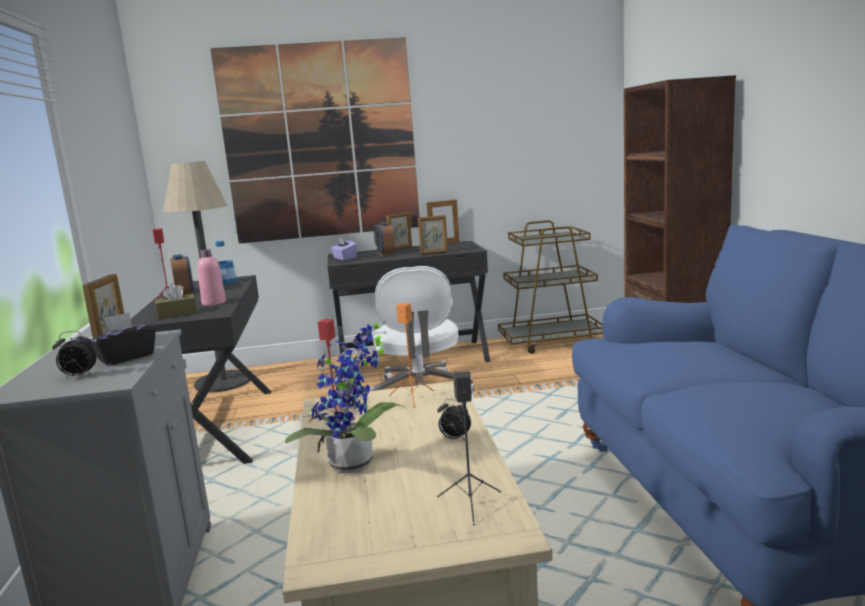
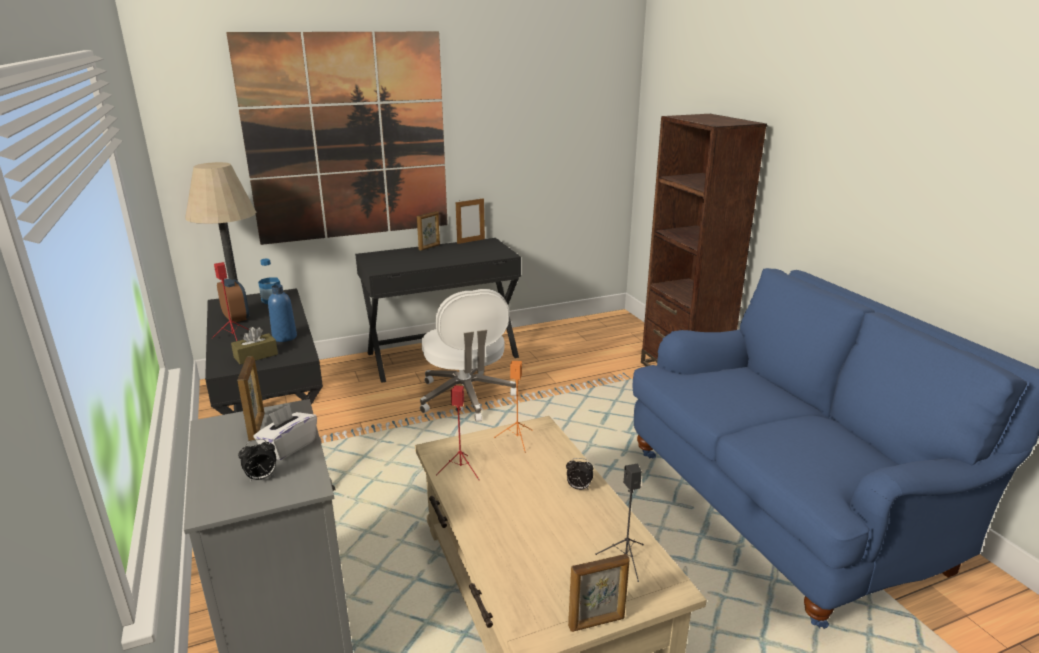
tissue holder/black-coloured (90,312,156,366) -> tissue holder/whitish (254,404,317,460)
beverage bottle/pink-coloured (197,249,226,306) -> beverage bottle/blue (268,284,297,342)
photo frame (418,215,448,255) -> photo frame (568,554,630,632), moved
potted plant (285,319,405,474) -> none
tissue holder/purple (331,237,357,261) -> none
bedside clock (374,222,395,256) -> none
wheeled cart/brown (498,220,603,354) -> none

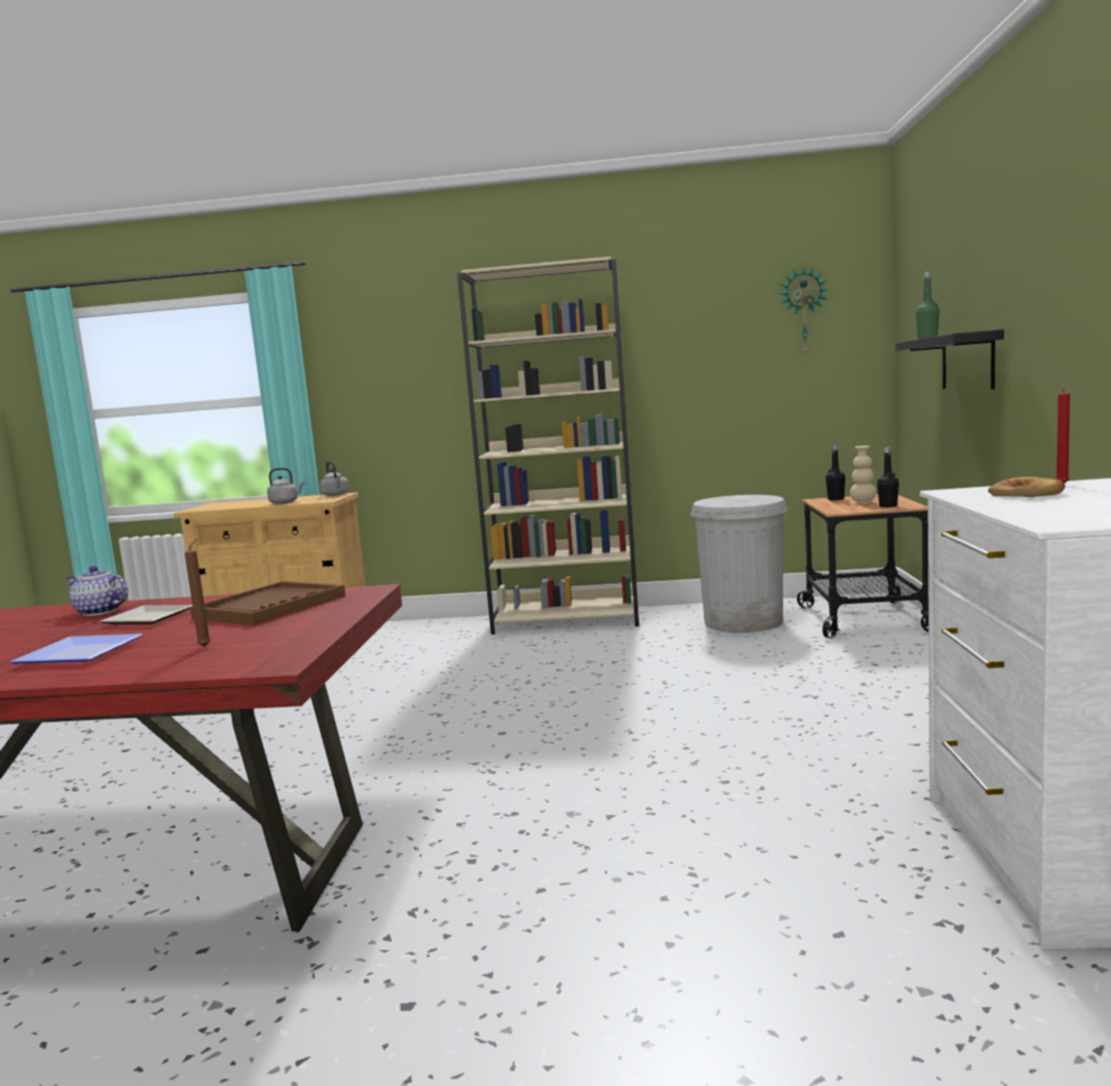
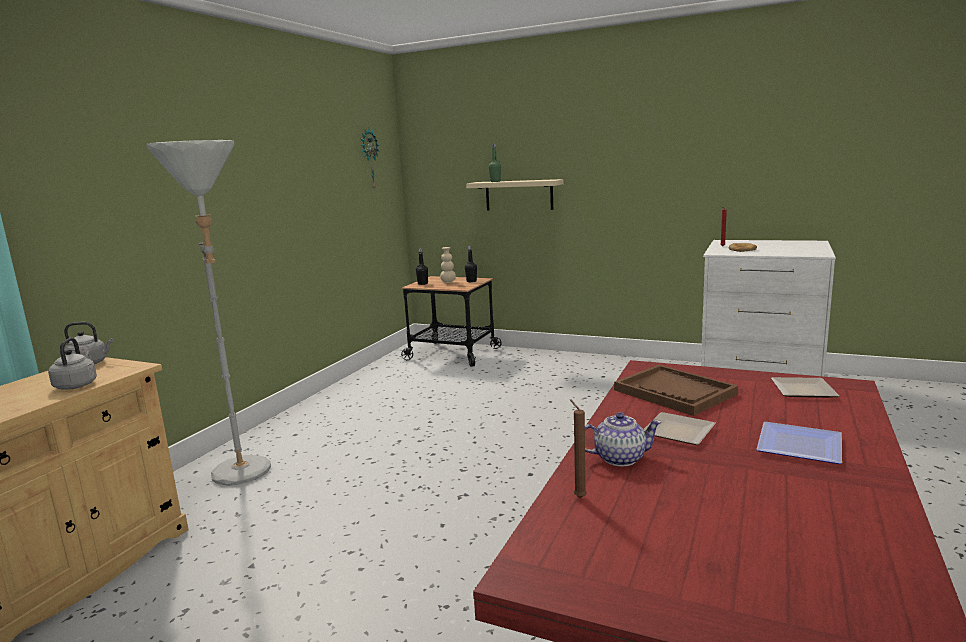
none -> standard lamp/gray (146,140,271,486)
wall shelf/black-coloured (896,329,1004,389) -> wall shelf/beige-coloured (466,179,563,211)
wax light/brown (185,539,211,647) -> wax light/brown (570,399,587,498), moved
teapot (65,566,128,616) -> teapot (585,412,662,466), 135 degrees counterclockwise
none -> plate (771,377,839,398)
bookcase/beige-coloured (457,257,639,635) -> none
rubbish bin/whitish (691,495,788,633) -> none

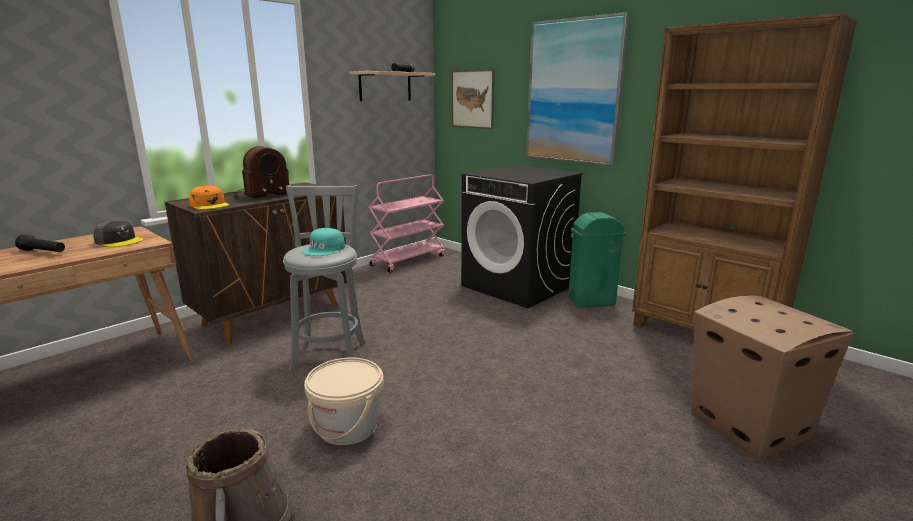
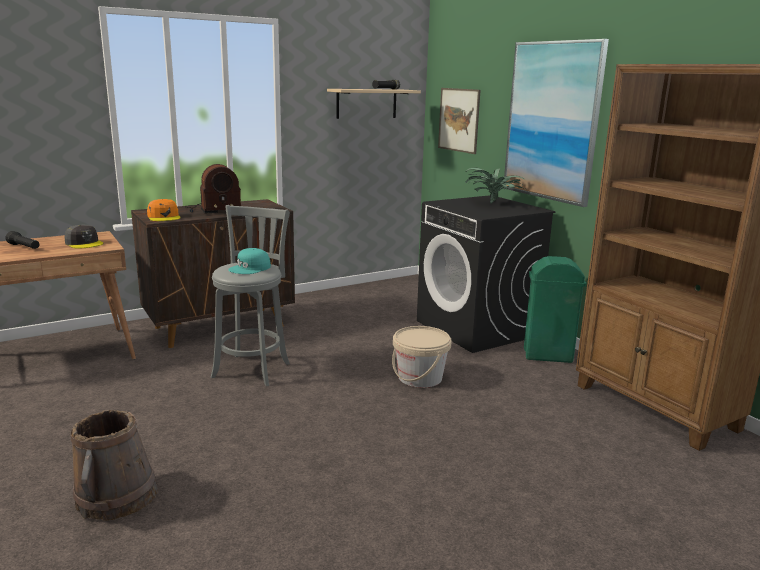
water bucket/beige-coloured (304,358,384,445) -> water bucket/beige-coloured (392,326,452,388), moved
none -> potted plant (465,167,526,204)
wheeled cart/pink-coloured (368,174,445,273) -> none
packing box (691,295,854,460) -> none

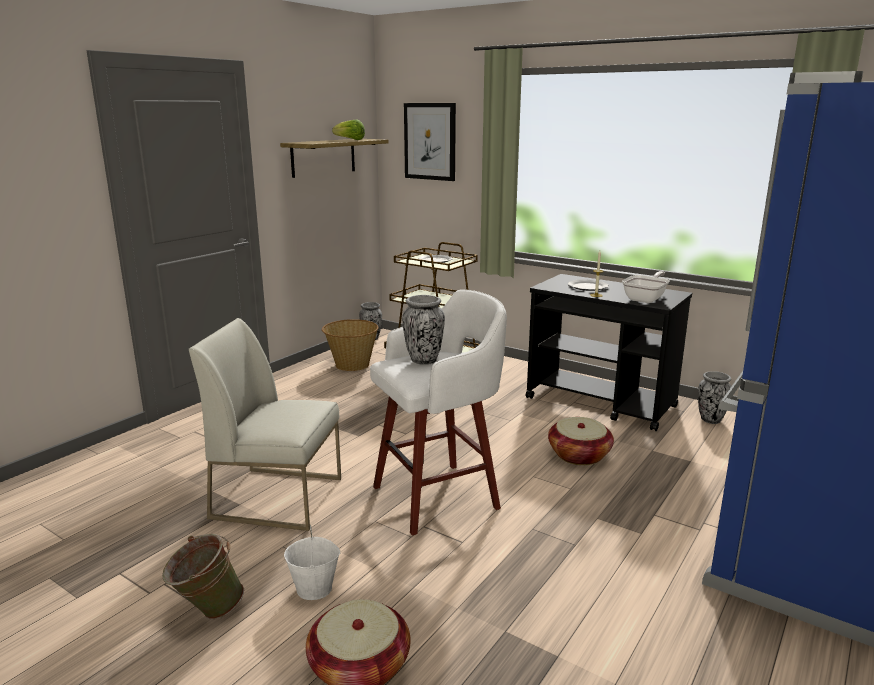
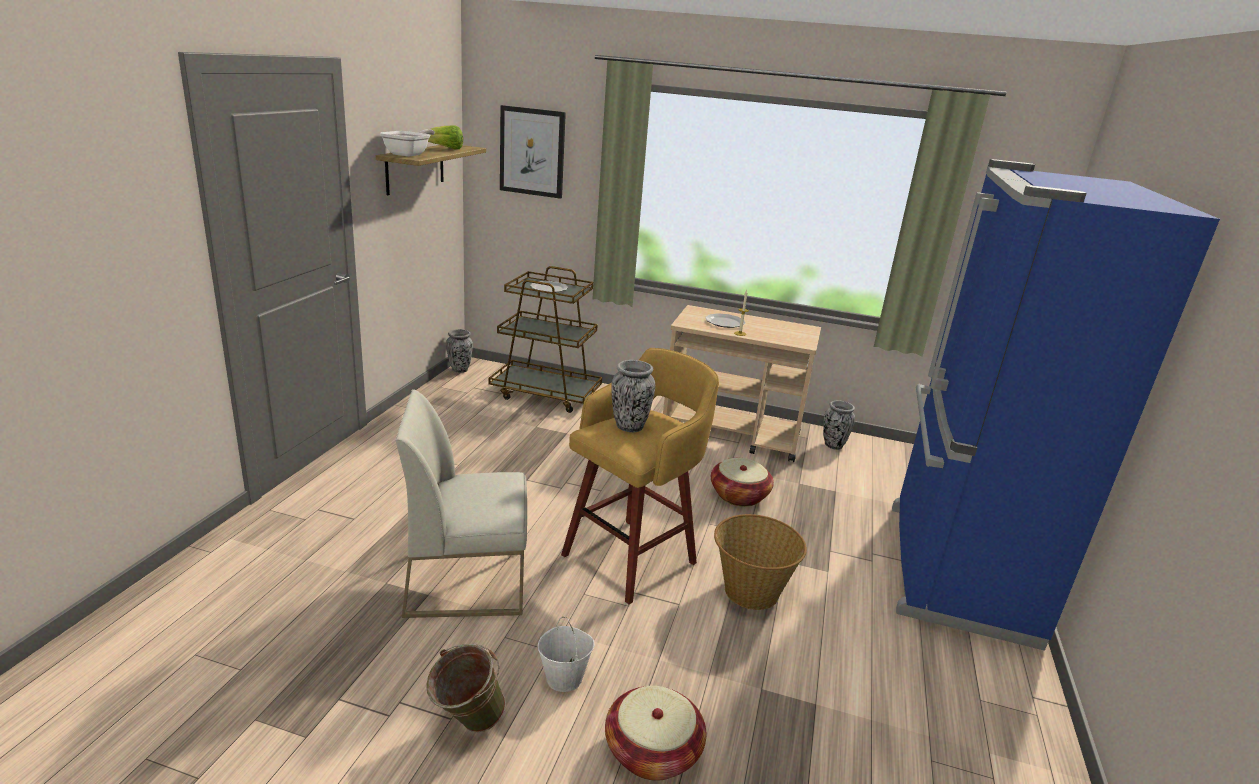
skillet (622,271,670,303) -> skillet (380,129,435,157), moved
sitting stool/whitish (370,290,507,536) -> sitting stool/yellow (561,348,719,604)
wheeled cart/black-coloured (526,274,692,431) -> wheeled cart/beige-coloured (663,305,821,462)
basket (322,319,378,371) -> basket (714,514,807,610), moved

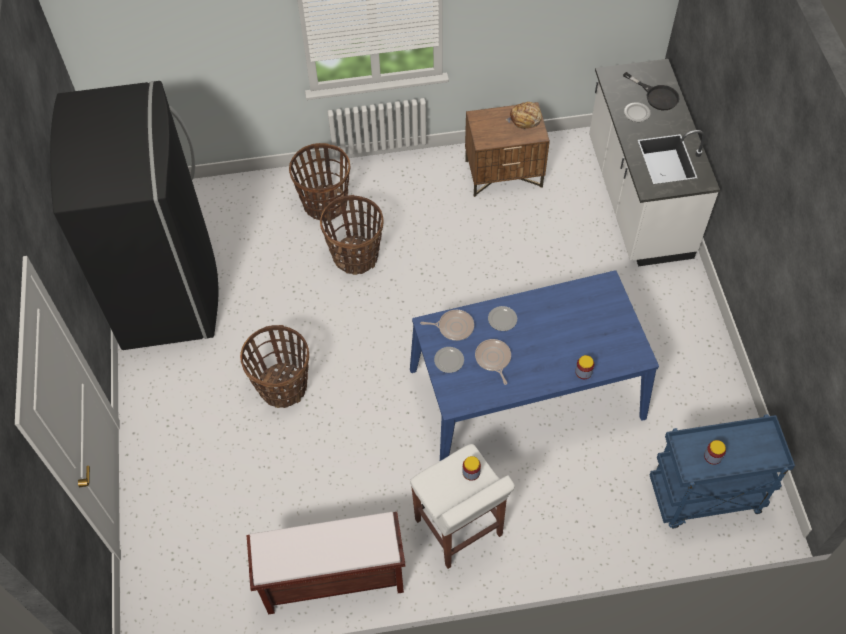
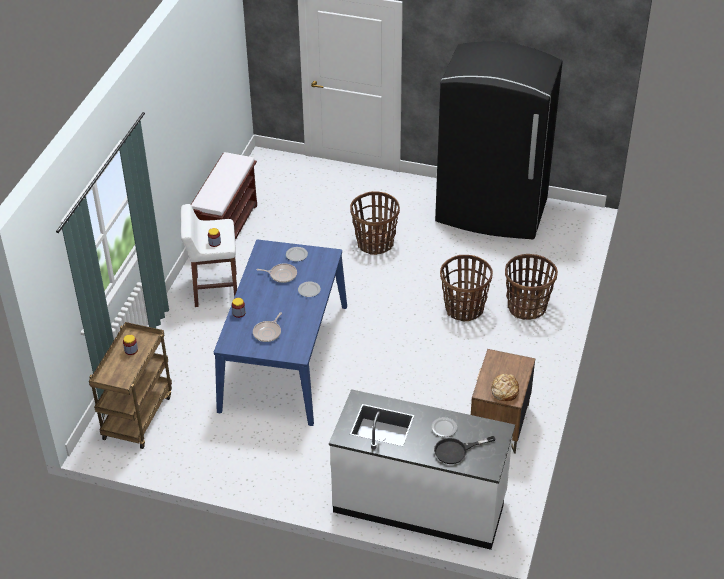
wheeled cart/blue (650,414,795,528) -> wheeled cart/brown (89,322,172,449)
skillet (420,310,474,341) -> skillet (253,312,282,342), moved

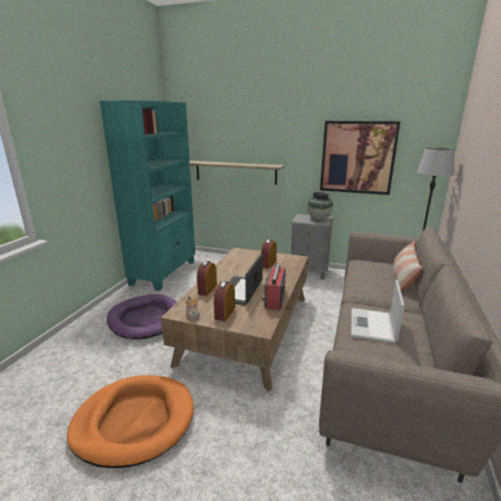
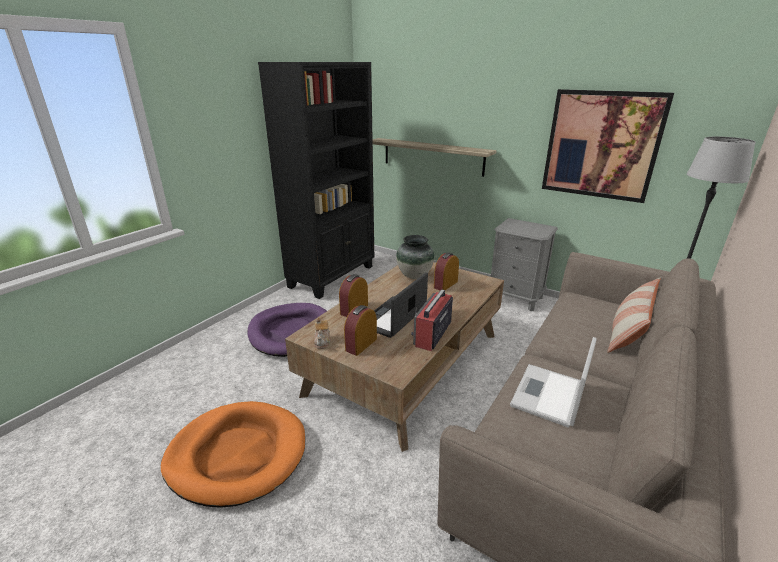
bookcase/turquoise-coloured (99,100,195,291) -> bookcase/black-coloured (258,62,374,299)
flower vase (307,192,333,220) -> flower vase (396,235,434,279), moved

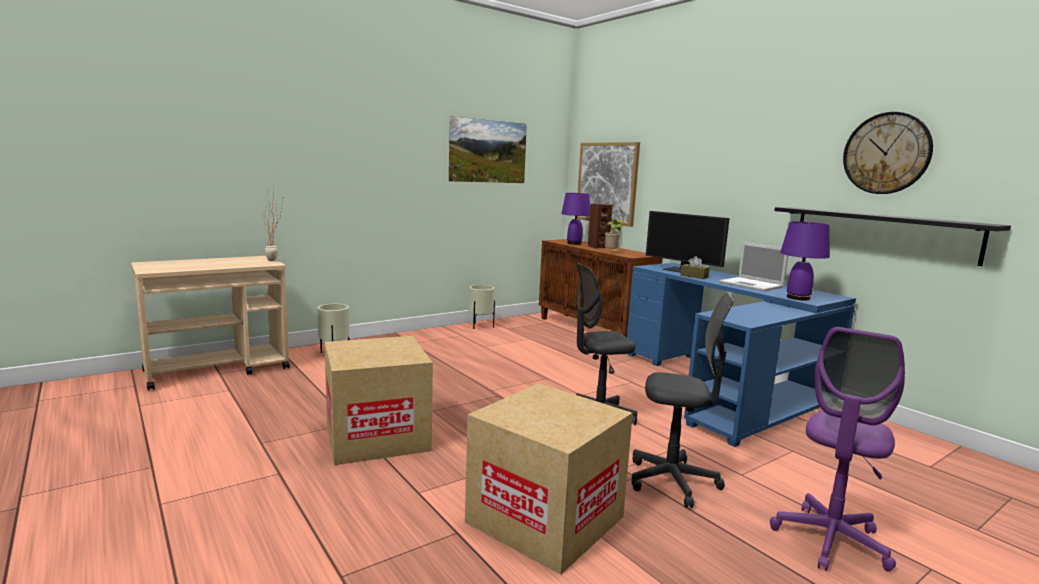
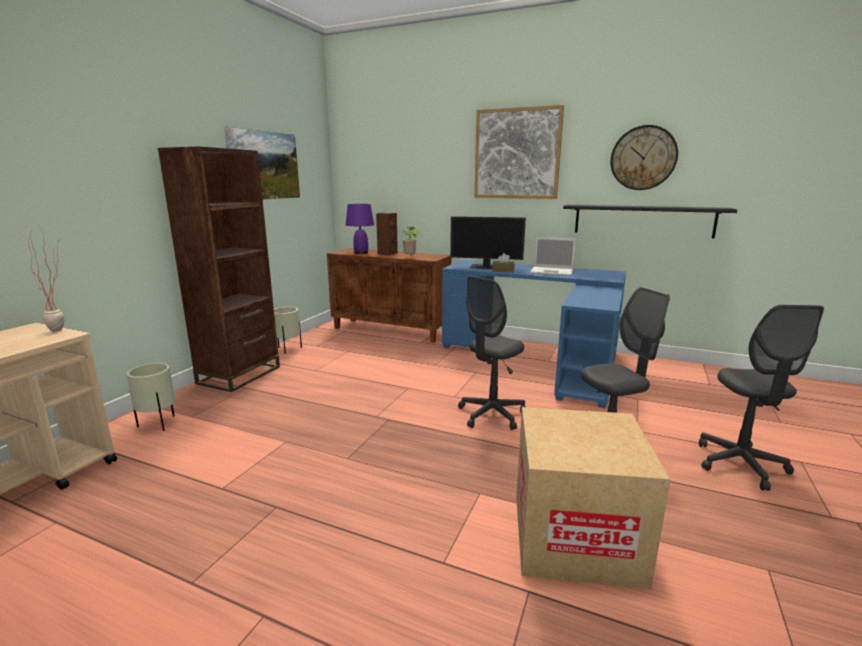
none -> bookcase/brown (158,146,280,392)
wall picture (577,142,640,227) -> wall picture (474,105,564,199), moved
desk chair/purple (770,327,905,572) -> desk chair/gray (699,305,824,491)
packing box (325,336,433,465) -> none
tabletop lamp/purple (780,221,830,301) -> none

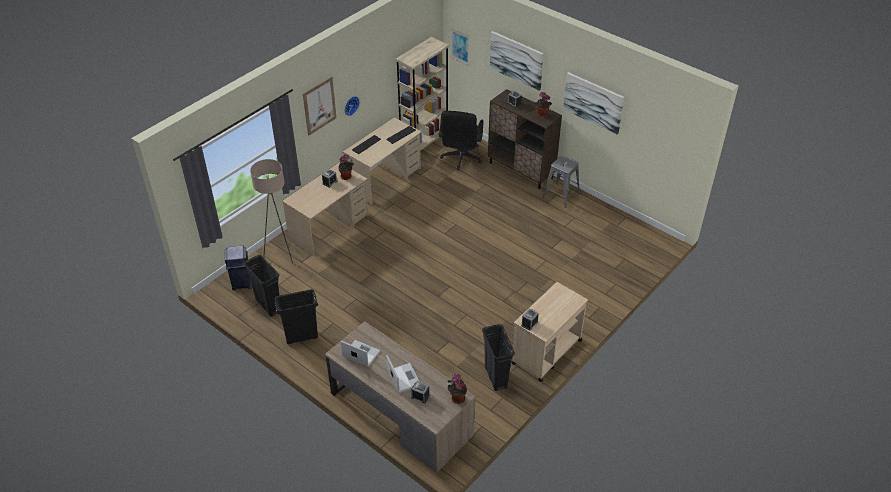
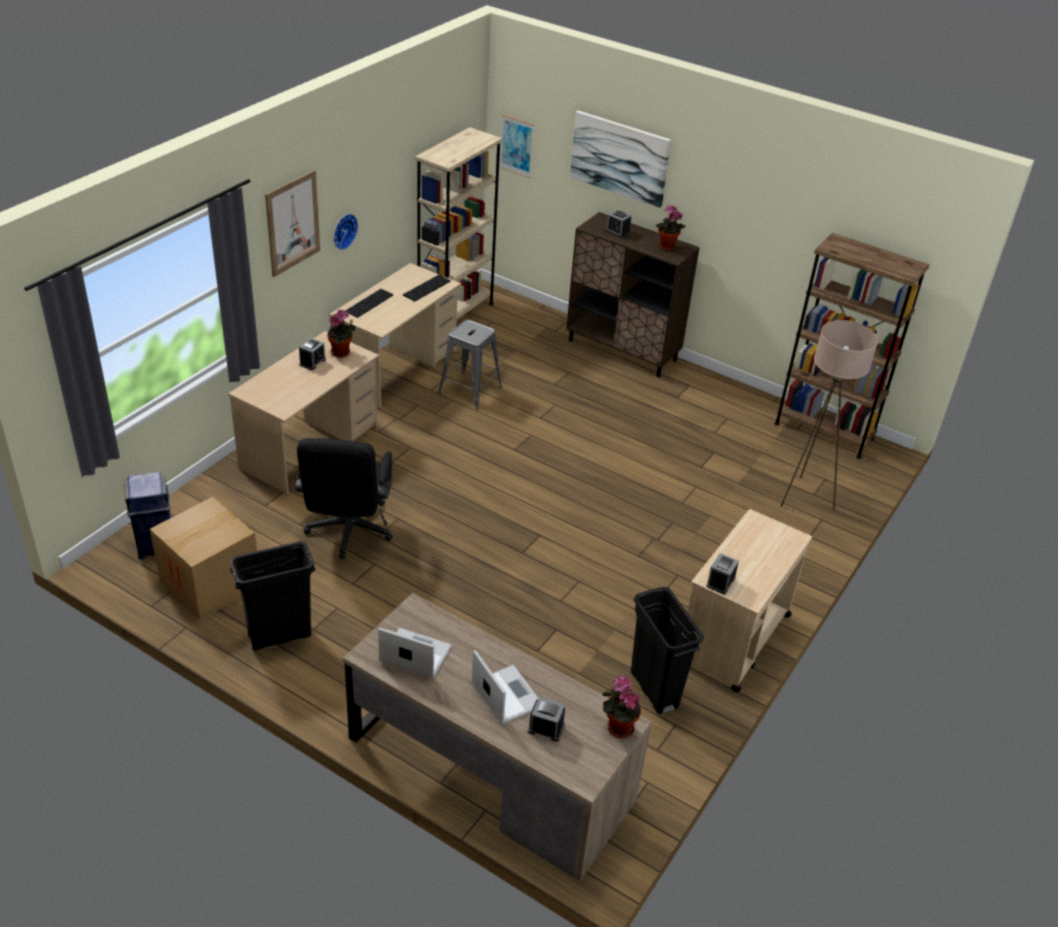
rubbish bin/black-coloured (244,255,280,317) -> packing box (150,497,257,620)
desk chair/black-coloured (439,111,484,170) -> desk chair/black-coloured (295,438,393,559), moved
sitting stool/gray (543,156,580,208) -> sitting stool/gray (438,320,502,409), moved
none -> bookcase/brown (774,233,929,459)
standard lamp/beige-coloured (250,159,293,264) -> standard lamp/beige-coloured (781,320,878,511), moved
wall picture (563,72,624,134) -> none

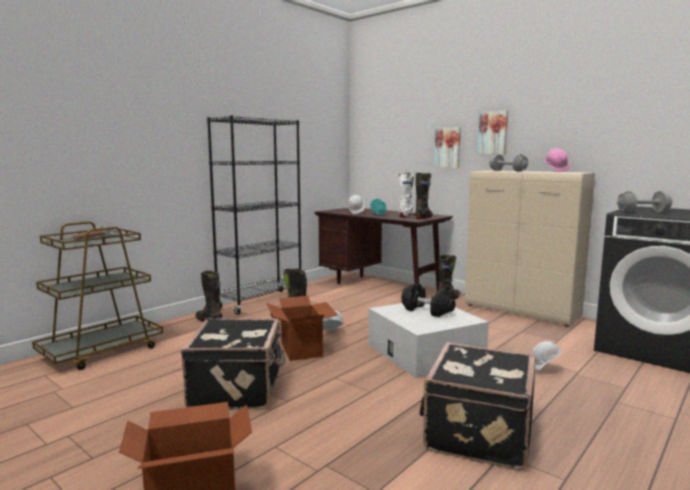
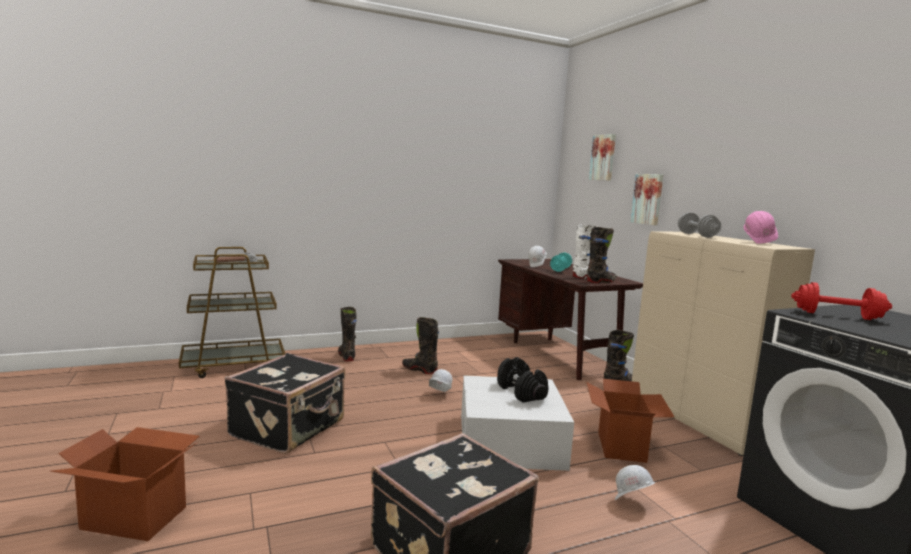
packing box (266,296,338,361) -> packing box (587,379,674,463), moved
wall picture (478,110,508,155) -> wall picture (589,134,616,181), moved
hand weight/gray (617,191,673,212) -> hand weight/red (791,282,892,320)
bookcase/black-coloured (207,115,301,315) -> none

